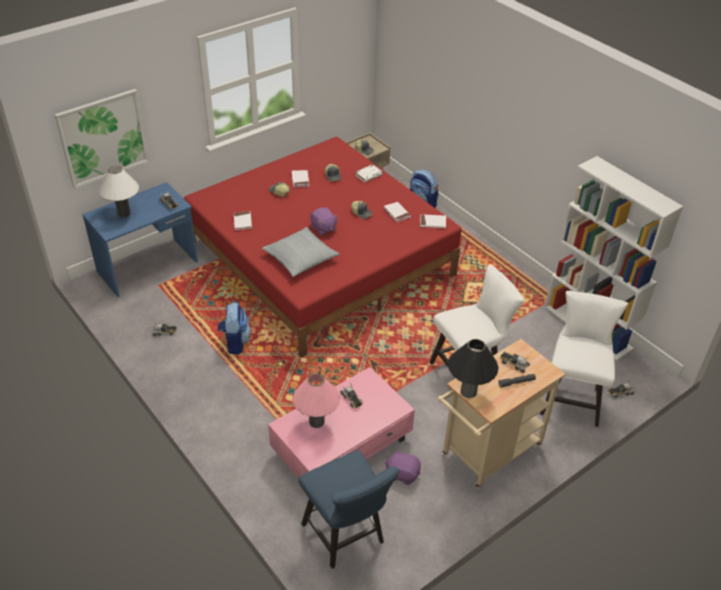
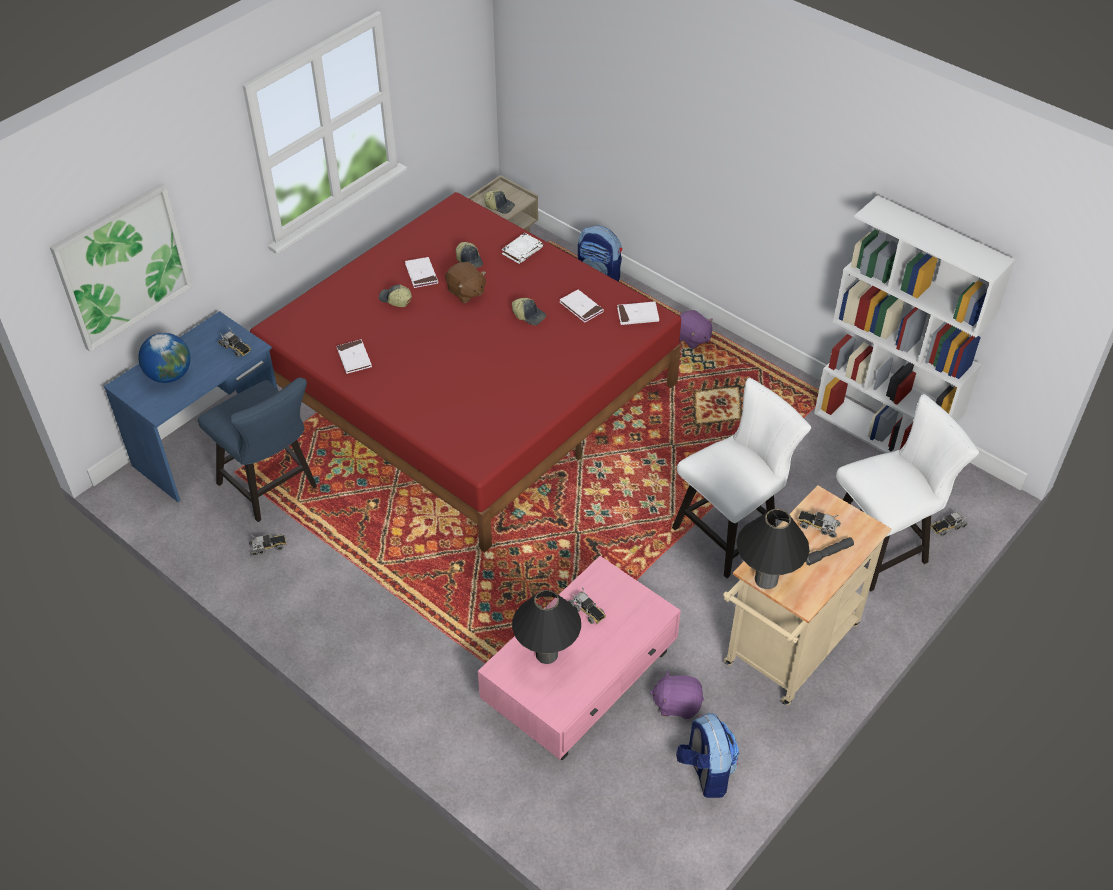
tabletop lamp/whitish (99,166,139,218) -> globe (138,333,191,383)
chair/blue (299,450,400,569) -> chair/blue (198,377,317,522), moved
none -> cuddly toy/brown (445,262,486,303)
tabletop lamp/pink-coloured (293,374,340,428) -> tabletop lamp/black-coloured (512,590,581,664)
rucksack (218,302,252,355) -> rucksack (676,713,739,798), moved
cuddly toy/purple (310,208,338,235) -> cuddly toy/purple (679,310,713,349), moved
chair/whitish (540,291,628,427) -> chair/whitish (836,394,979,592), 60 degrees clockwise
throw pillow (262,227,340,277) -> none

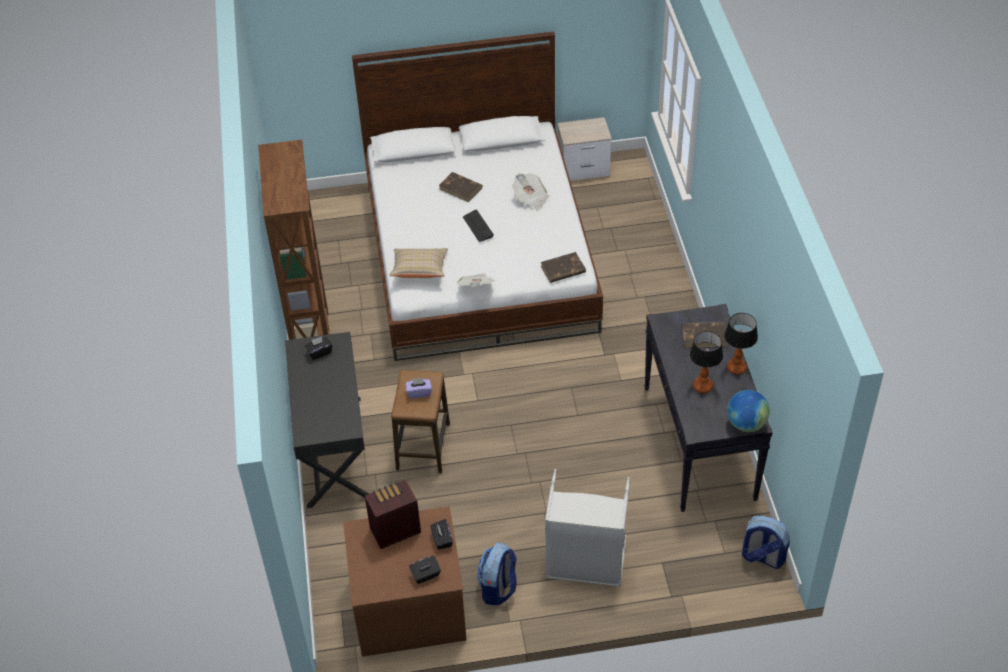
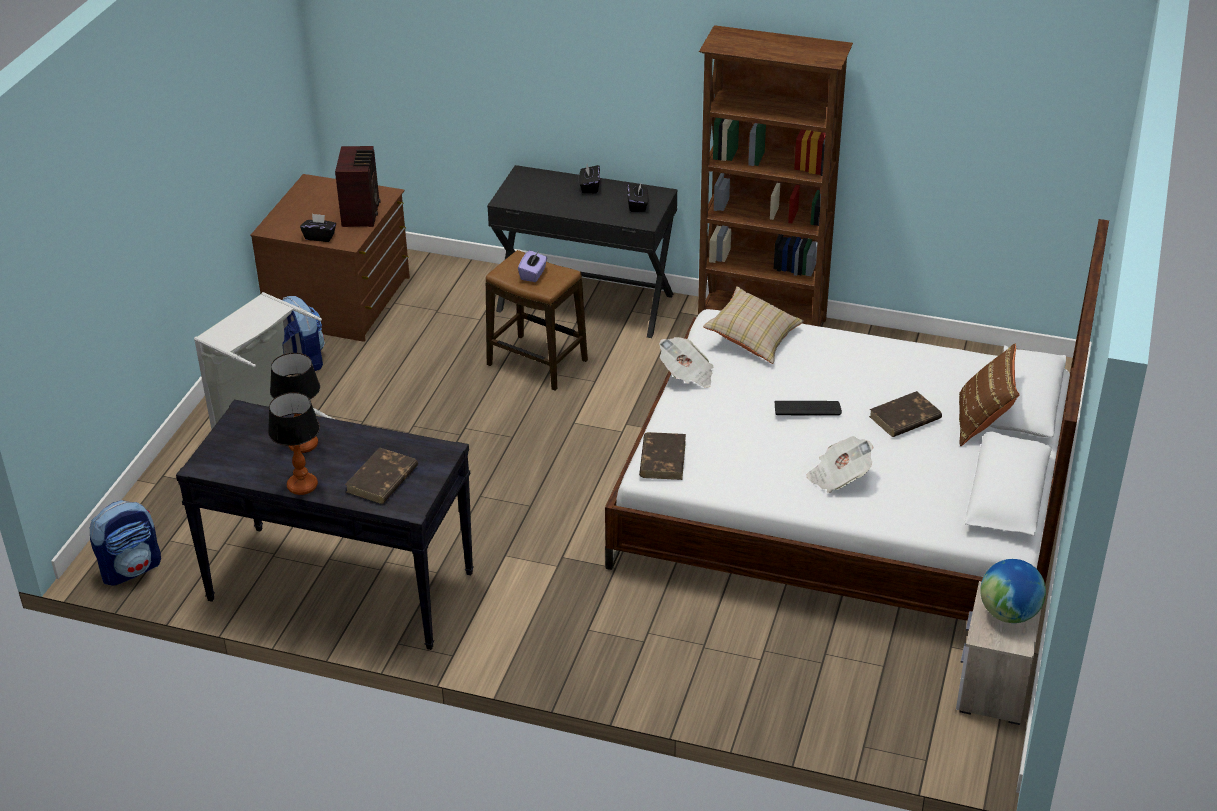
tissue holder/black-coloured (409,556,441,584) -> tissue holder/black-coloured (579,164,600,193), moved
none -> throw pillow/brown (959,344,1019,446)
globe (727,390,770,432) -> globe (980,559,1046,623), moved

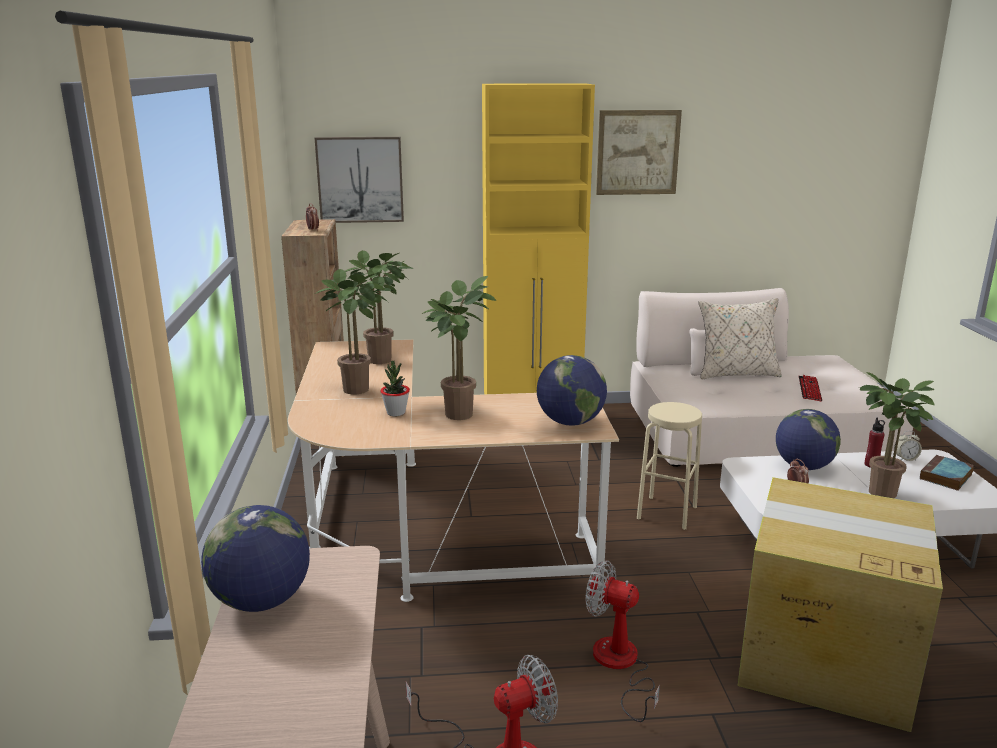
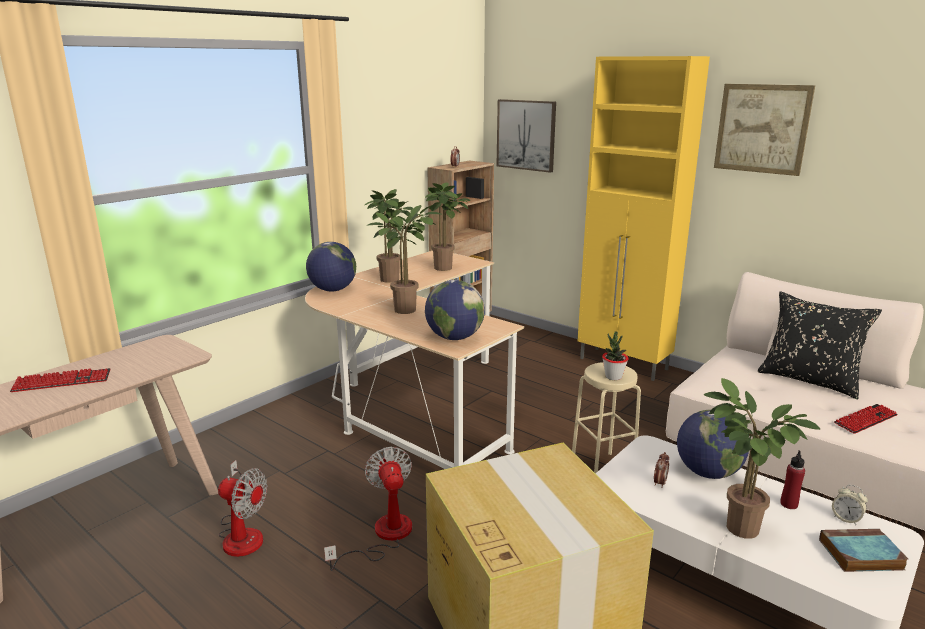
none -> PC keyboard (10,368,111,392)
globe (201,505,310,612) -> globe (306,242,356,292), moved
potted plant (380,361,410,416) -> potted plant (602,331,629,380), moved
throw pillow/beige-coloured (698,298,782,379) -> throw pillow/black-coloured (758,291,882,399)

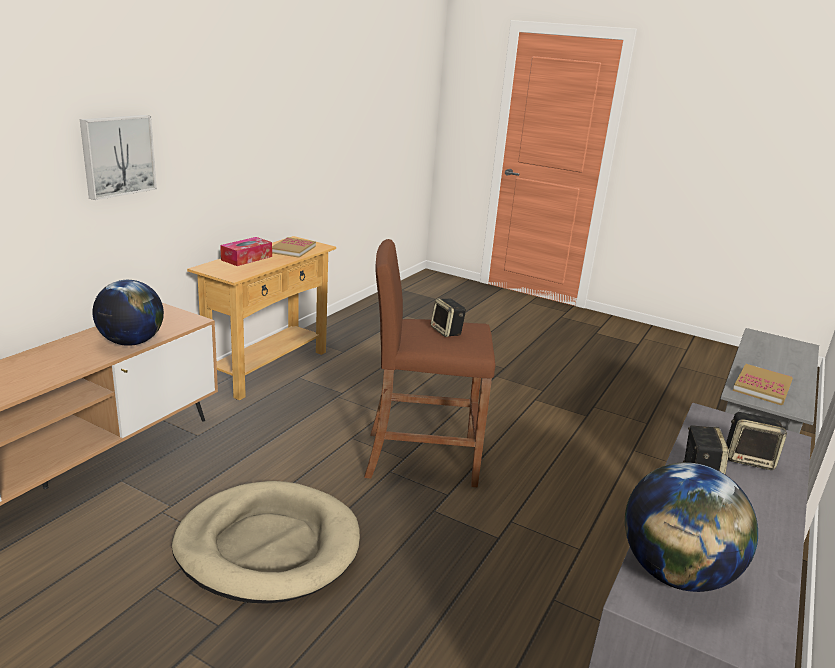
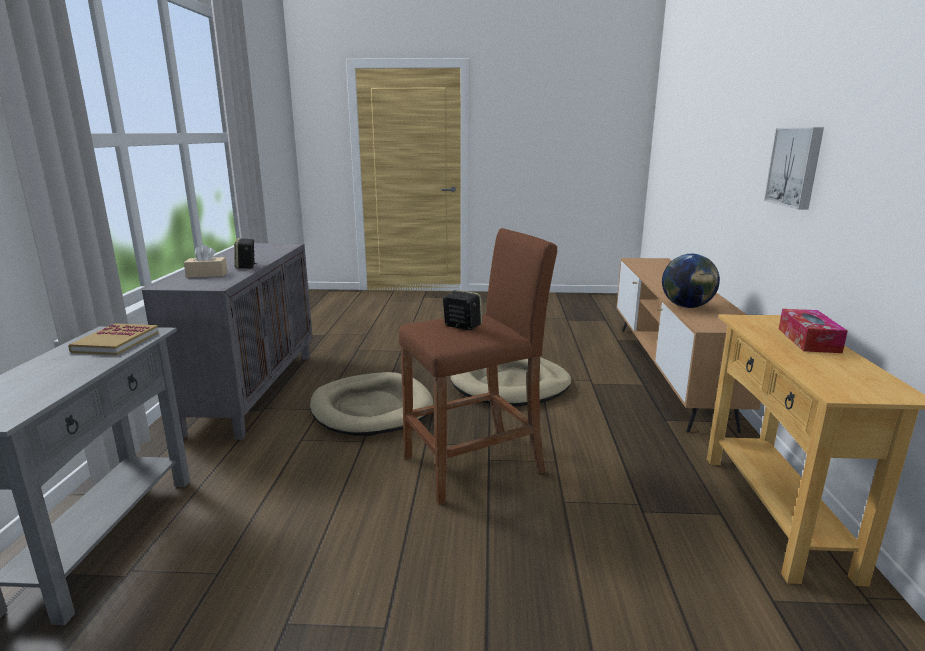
audio speaker (726,412,787,470) -> tissue holder/beige-coloured (184,244,228,278)
none -> dog bed/beige-coloured (310,372,434,436)
bound book (272,237,316,258) -> none
globe (625,462,758,592) -> none

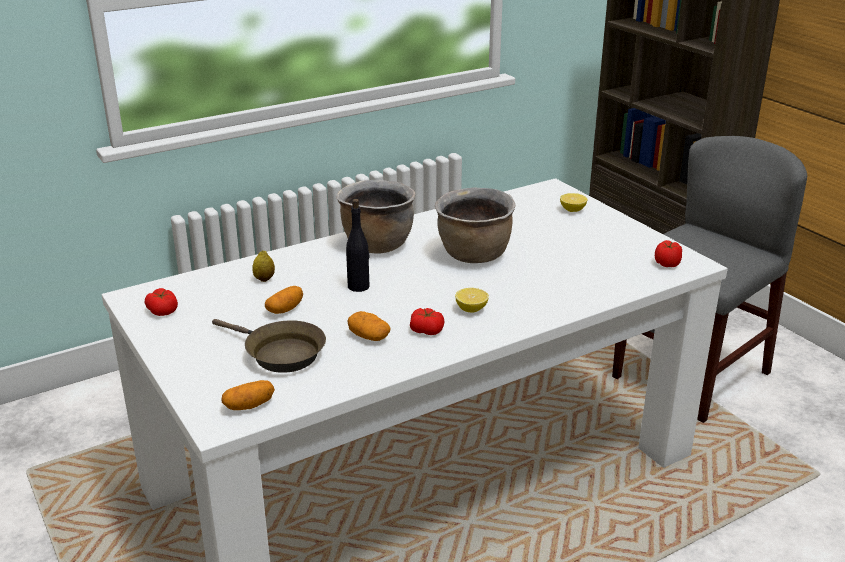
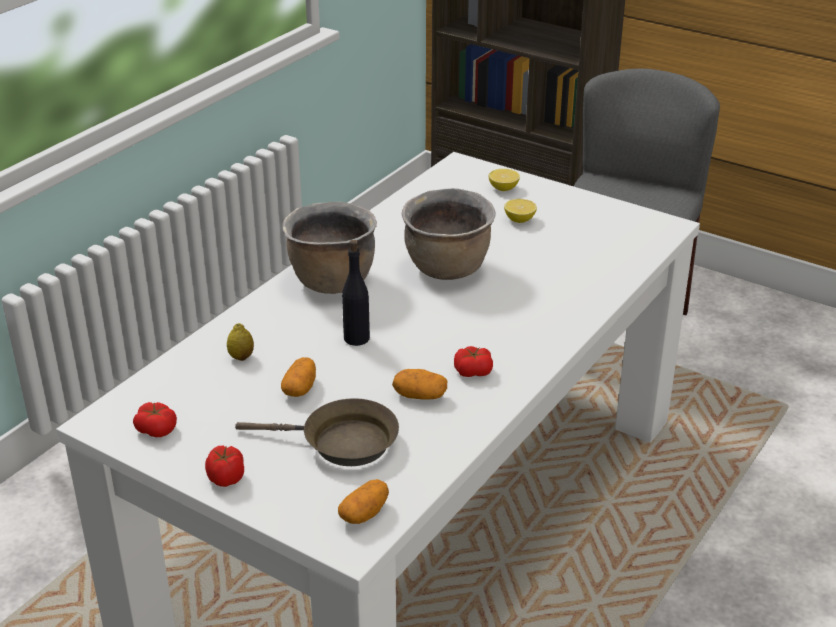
whole tomato (655,240,682,267) -> whole tomato (205,446,244,487), moved
citrus fruit (455,288,489,313) -> citrus fruit (504,199,537,223), moved

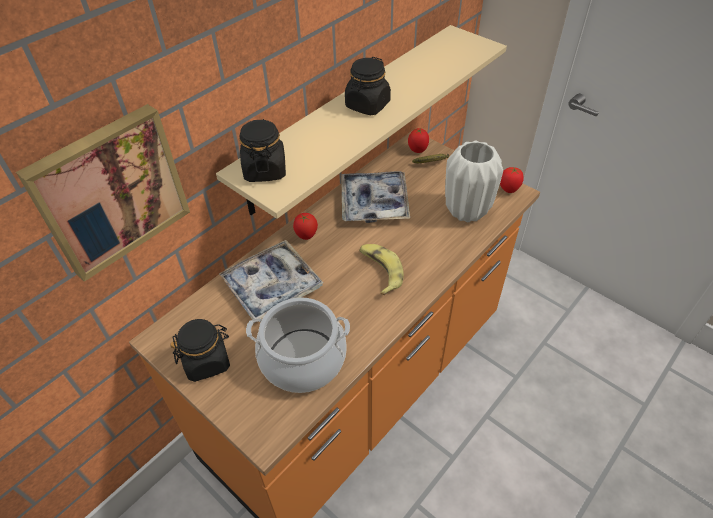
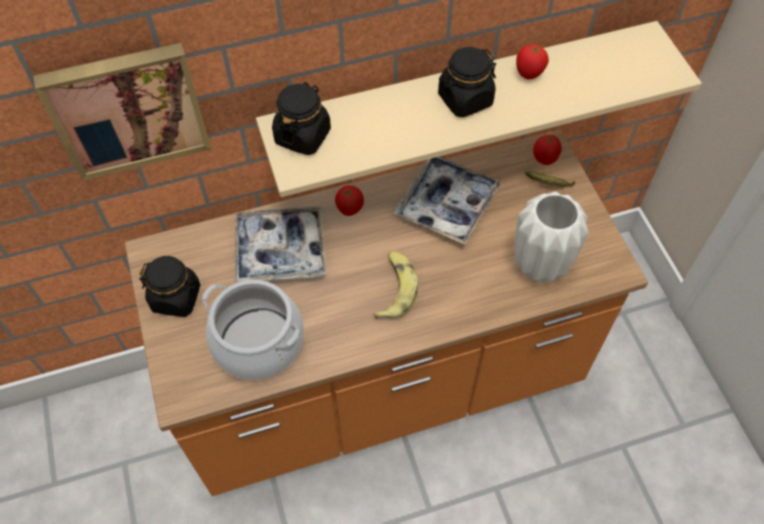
whole tomato (500,167,524,193) -> whole tomato (516,44,549,80), moved

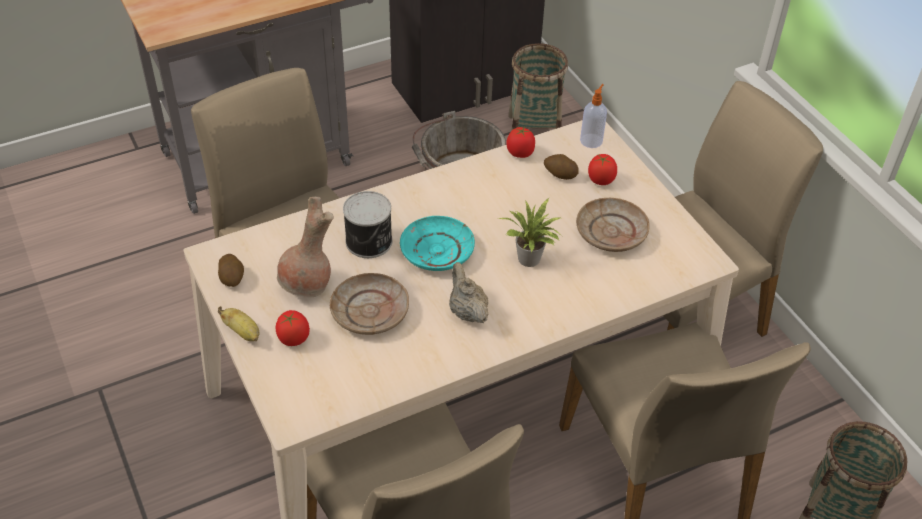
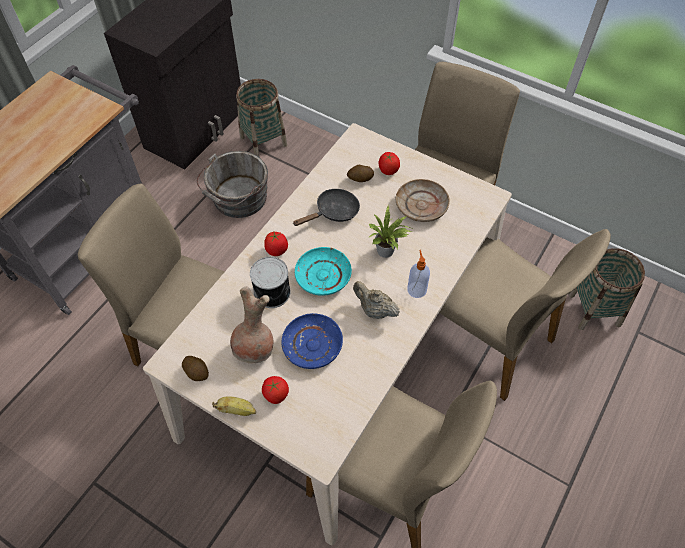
whole tomato (506,127,535,158) -> whole tomato (264,232,288,256), moved
plate/beige-coloured (330,273,409,335) -> plate/blue (282,313,343,369)
none -> skillet/black-coloured (293,189,360,226)
soap dispenser (580,84,607,148) -> soap dispenser (407,250,430,298), moved

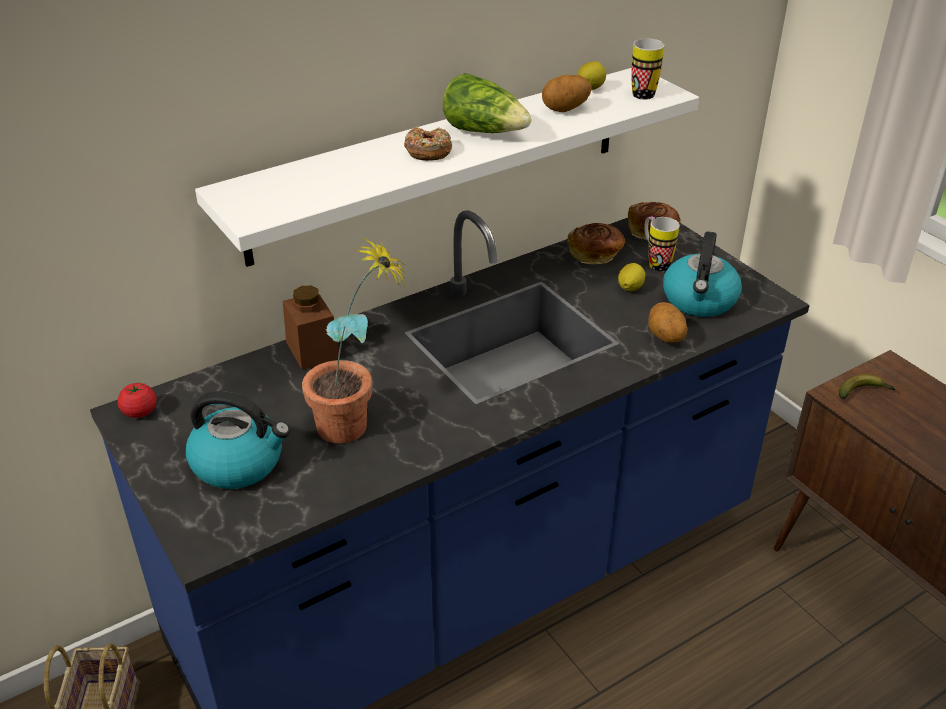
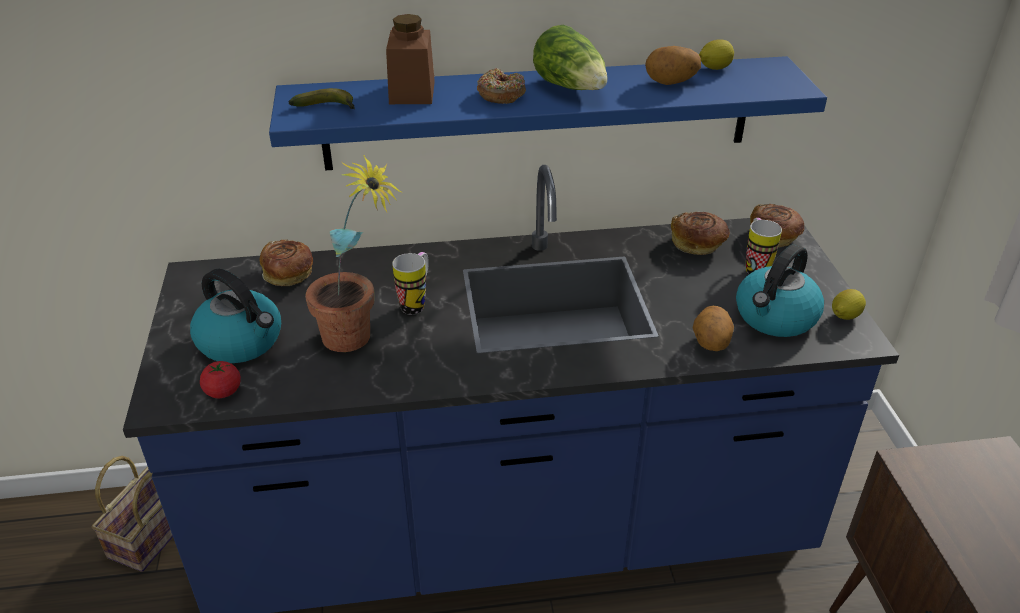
whole tomato (118,383,156,418) -> whole tomato (200,361,241,398), moved
none -> bread (259,239,313,286)
wall shelf/whitish (195,68,699,267) -> wall shelf/blue (269,56,827,171)
banana fruit (839,374,895,399) -> banana fruit (289,88,355,109), moved
preserve jar/brown (283,285,339,370) -> preserve jar/brown (386,14,435,104), moved
coffee mug (631,38,664,100) -> coffee mug (392,252,429,315), moved
citrus fruit (618,263,645,291) -> citrus fruit (832,289,866,320), moved

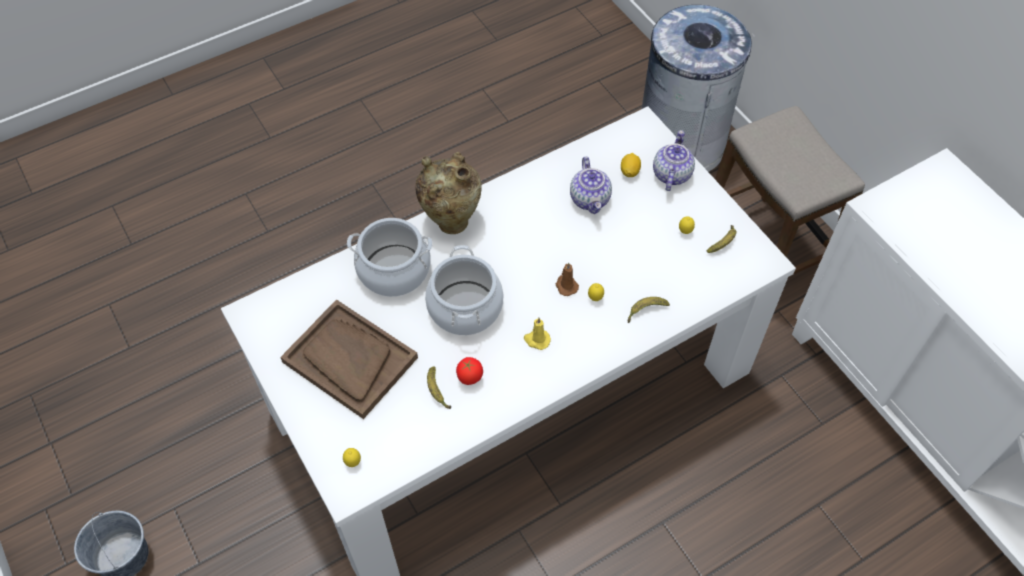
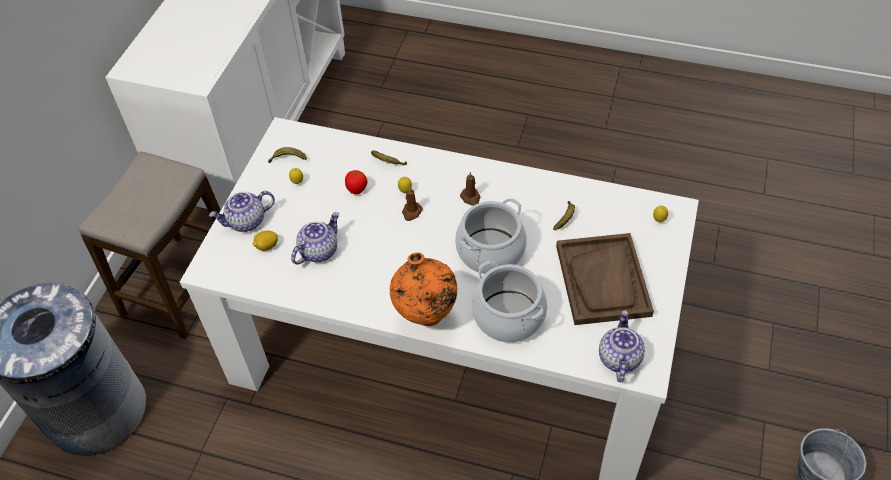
whole tomato (456,357,483,385) -> whole tomato (345,170,367,194), moved
flower vase/beige-coloured (415,152,482,234) -> flower vase/orangey (390,253,457,326)
wax light/yellow (524,318,551,350) -> wax light/brown (460,172,480,206)
none -> teapot (599,310,645,382)

